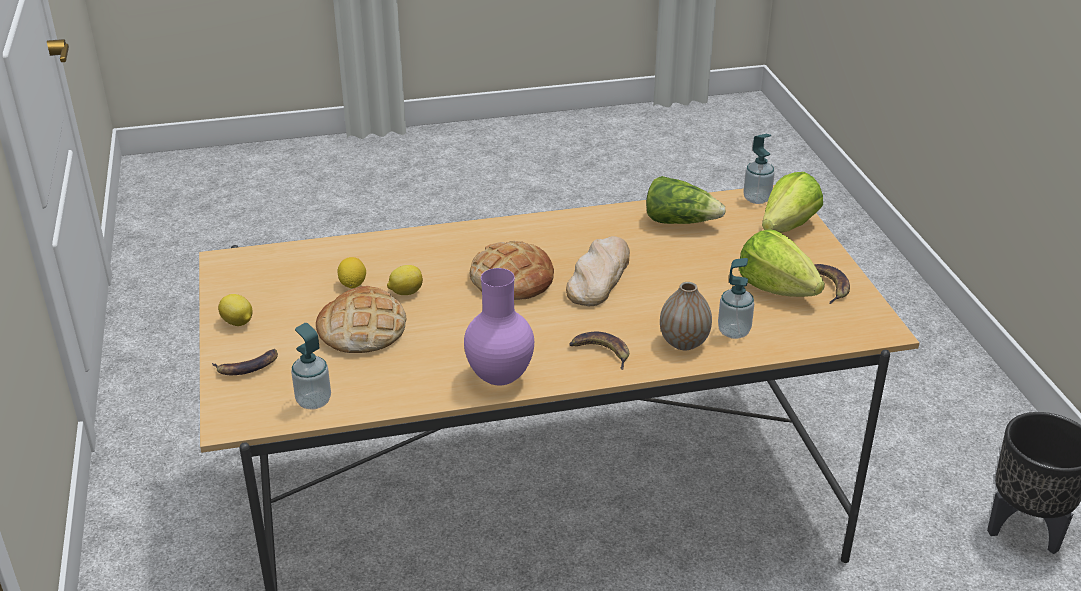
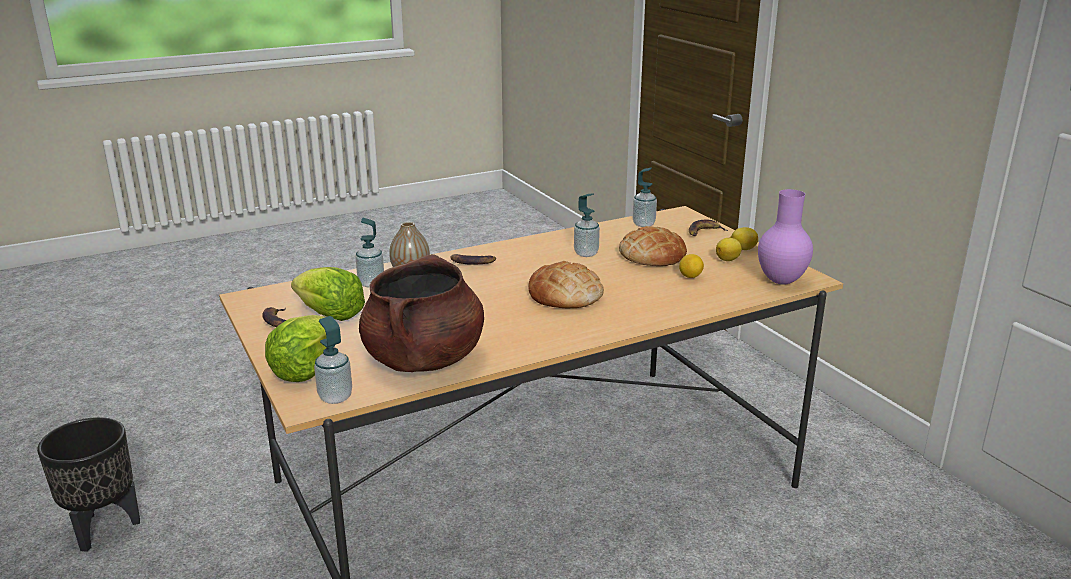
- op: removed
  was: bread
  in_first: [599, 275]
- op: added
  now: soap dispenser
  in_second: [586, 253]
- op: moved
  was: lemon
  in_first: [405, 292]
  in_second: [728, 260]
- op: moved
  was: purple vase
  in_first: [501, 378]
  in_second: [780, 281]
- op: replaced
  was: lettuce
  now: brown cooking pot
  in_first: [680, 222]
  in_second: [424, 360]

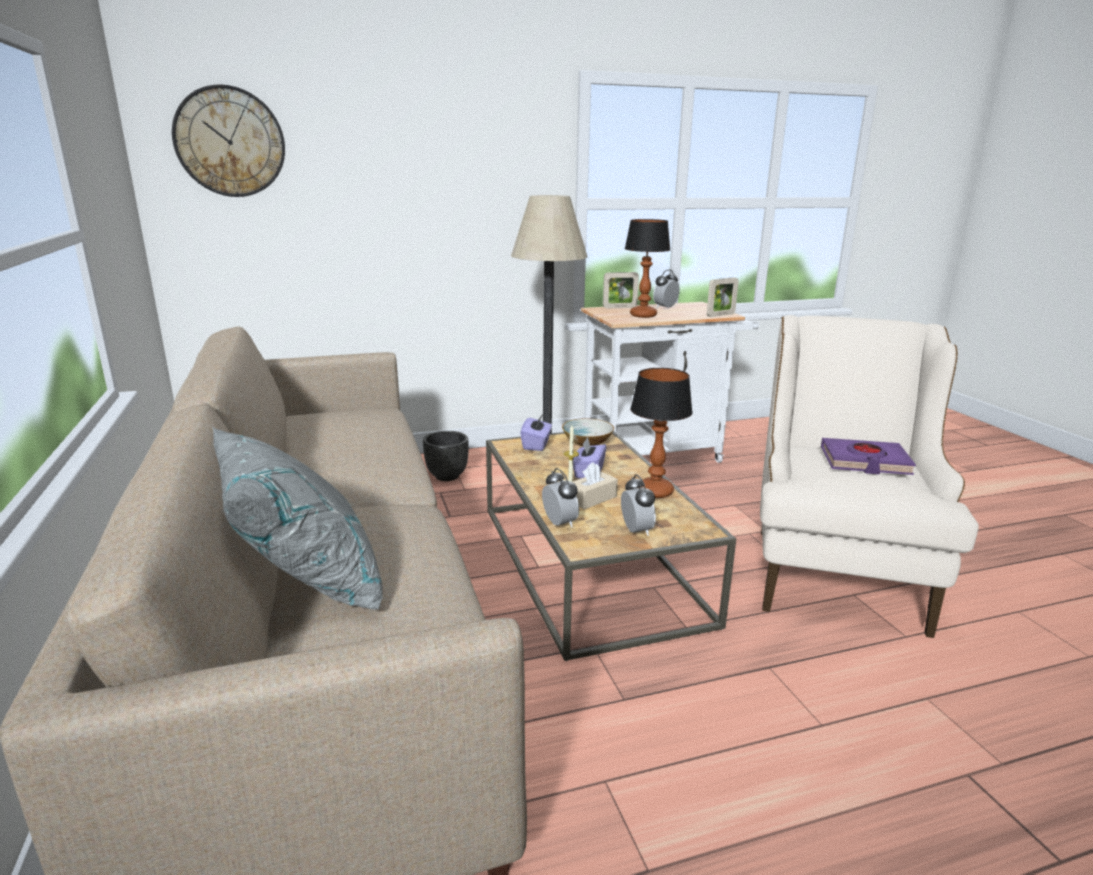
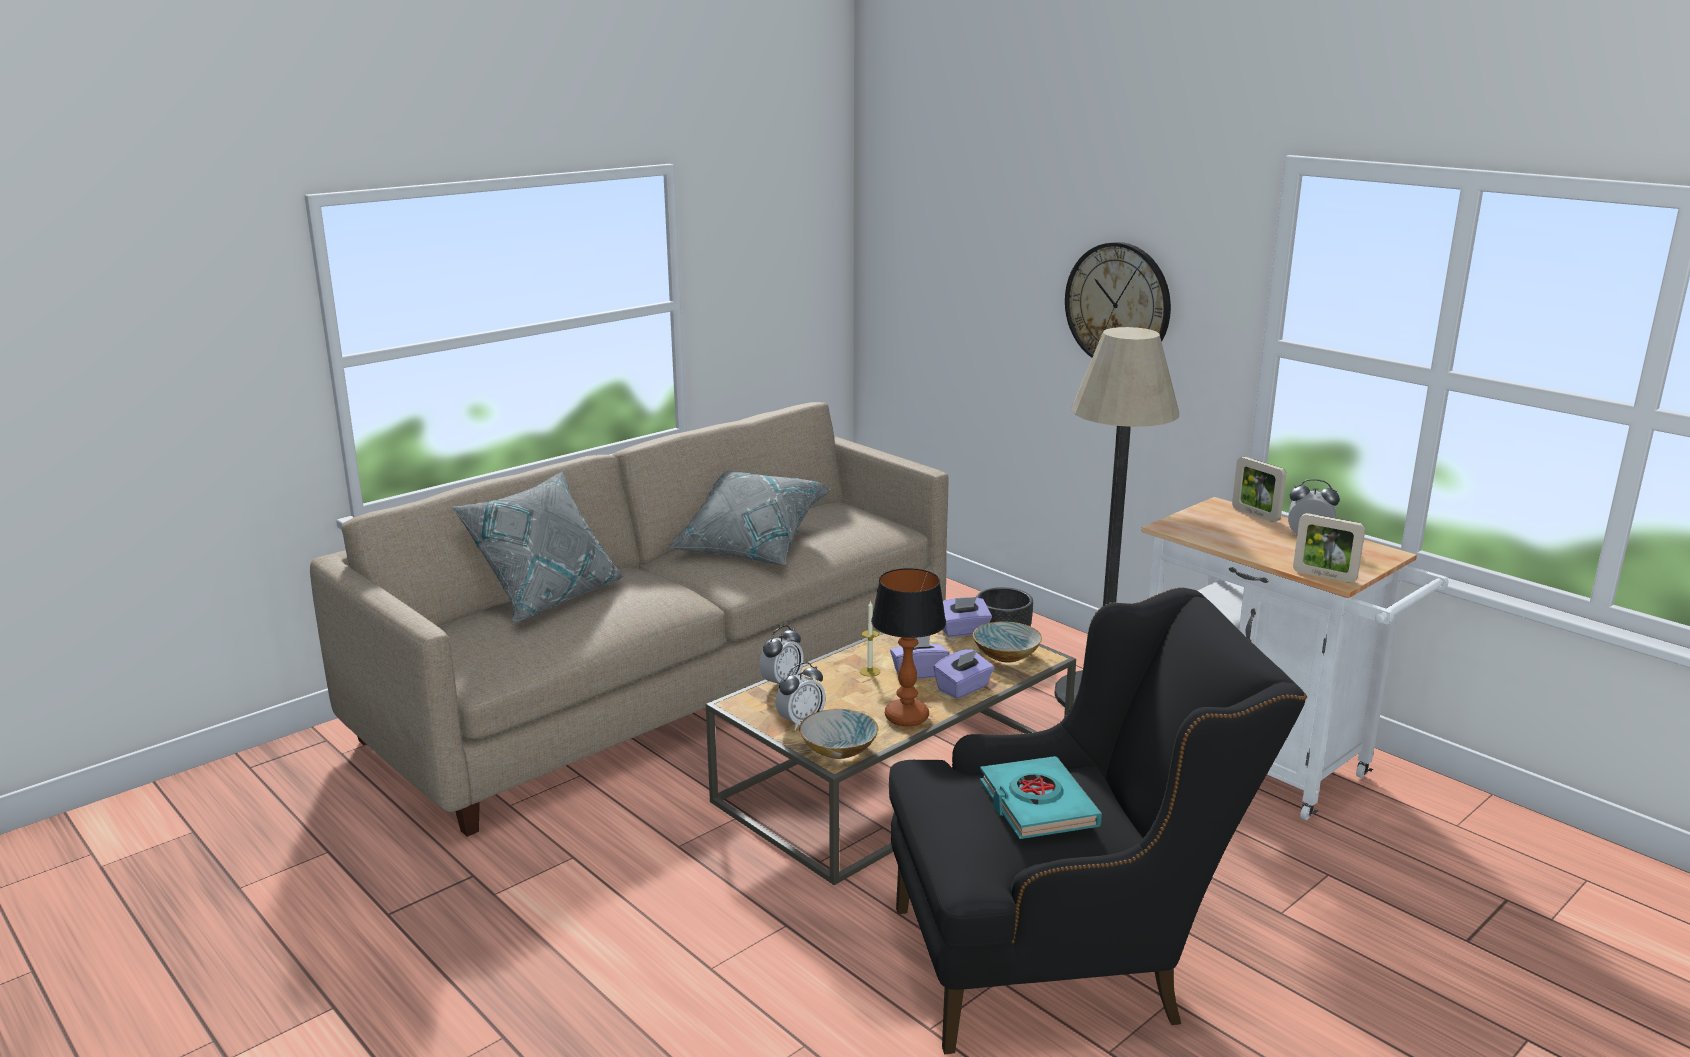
- op: removed
  was: beige tissue box
  in_first: [592, 499]
- op: removed
  was: table lamp
  in_first: [644, 315]
- op: added
  now: grey pillow
  in_second: [749, 545]
- op: added
  now: bowl
  in_second: [839, 750]
- op: added
  now: purple tissue box
  in_second: [963, 688]
- op: moved
  was: wall clock
  in_first: [230, 142]
  in_second: [1118, 304]
- op: recoloured
  was: beige armchair
  now: black armchair
  in_first: [834, 566]
  in_second: [1063, 959]
- op: recoloured
  was: purple book
  now: turquoise book
  in_first: [864, 462]
  in_second: [1037, 805]

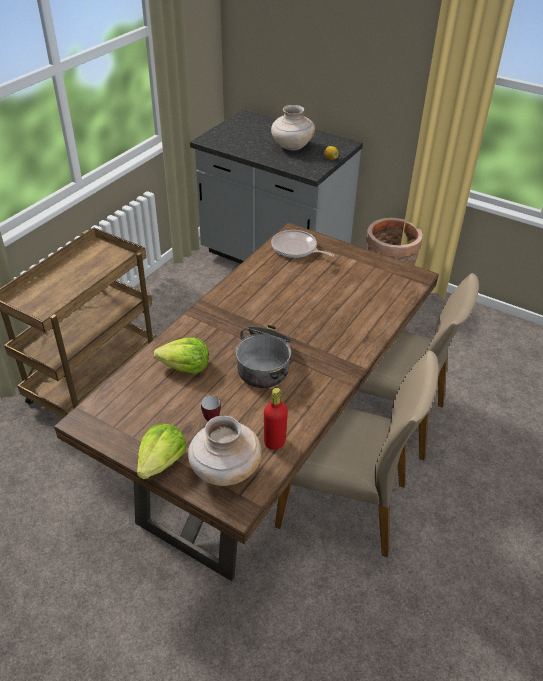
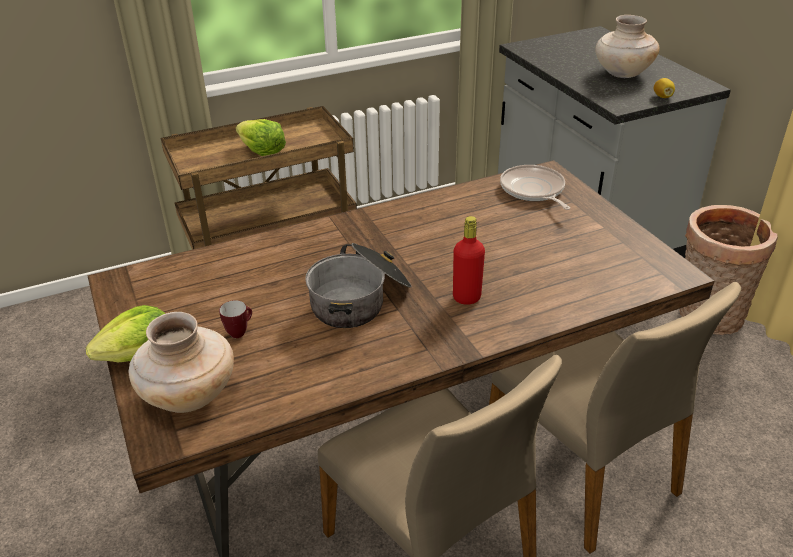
- op: moved
  was: lettuce
  in_first: [185, 367]
  in_second: [262, 151]
- op: moved
  was: red bottle
  in_first: [274, 442]
  in_second: [466, 297]

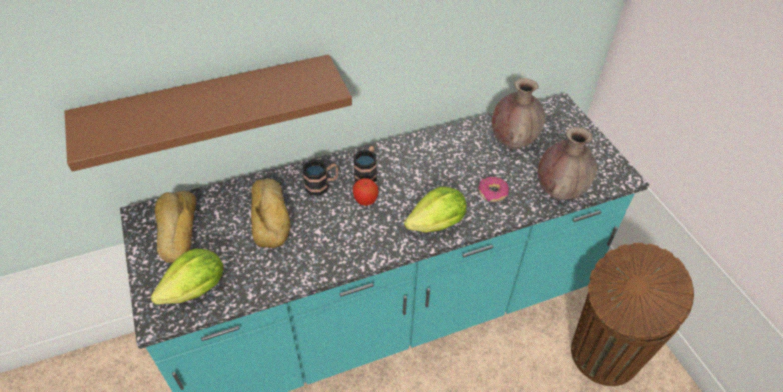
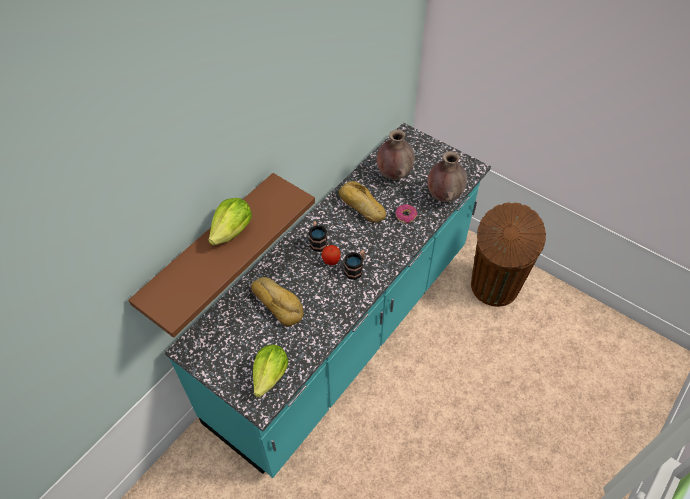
- op: moved
  was: bread
  in_first: [176, 230]
  in_second: [361, 206]
- op: moved
  was: mug
  in_first: [322, 185]
  in_second: [355, 269]
- op: moved
  was: lettuce
  in_first: [437, 224]
  in_second: [233, 231]

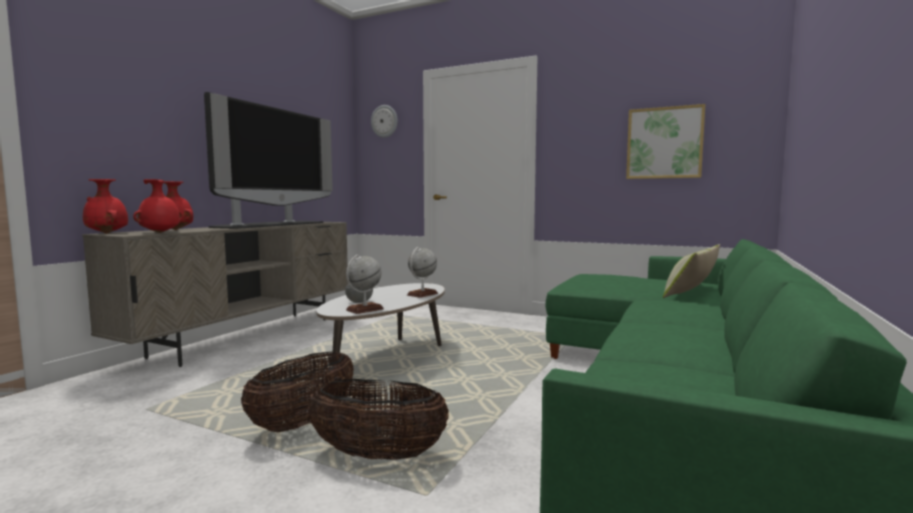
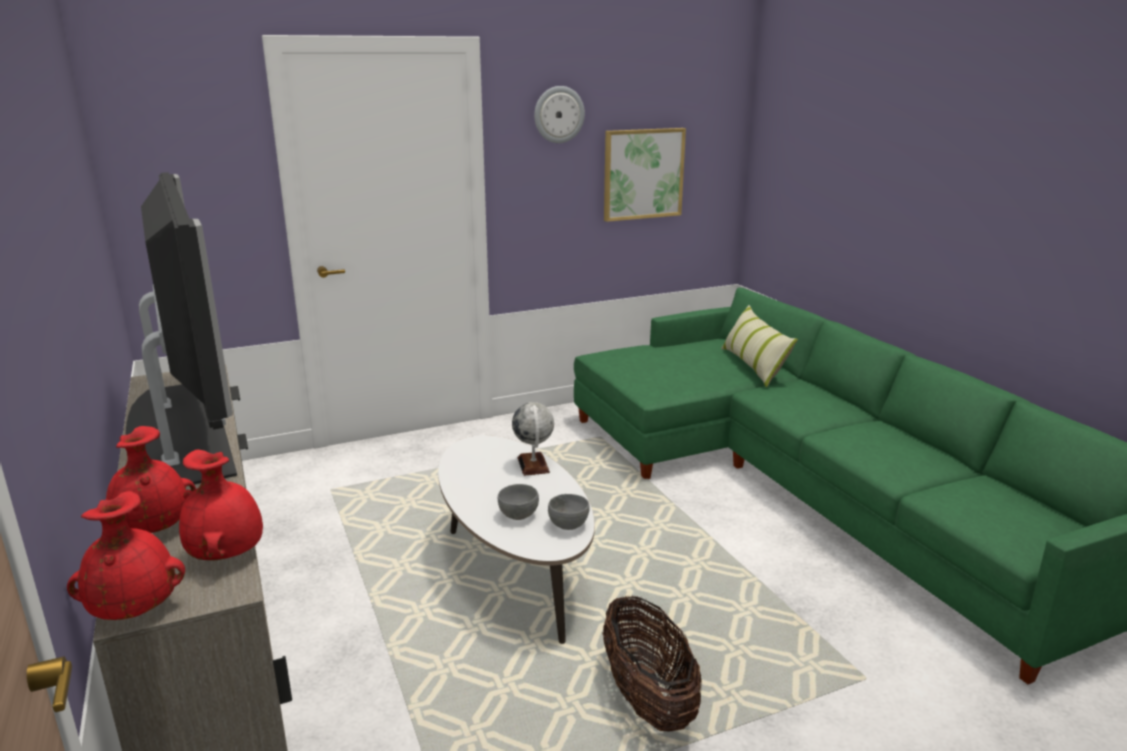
- op: removed
  was: basket
  in_first: [378, 455]
- op: moved
  was: wall clock
  in_first: [384, 121]
  in_second: [558, 114]
- op: replaced
  was: globe
  now: grey bowl
  in_first: [364, 309]
  in_second: [568, 526]

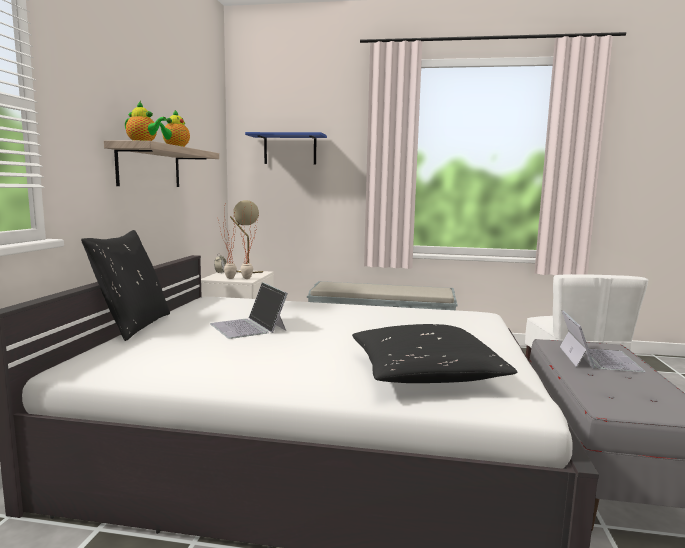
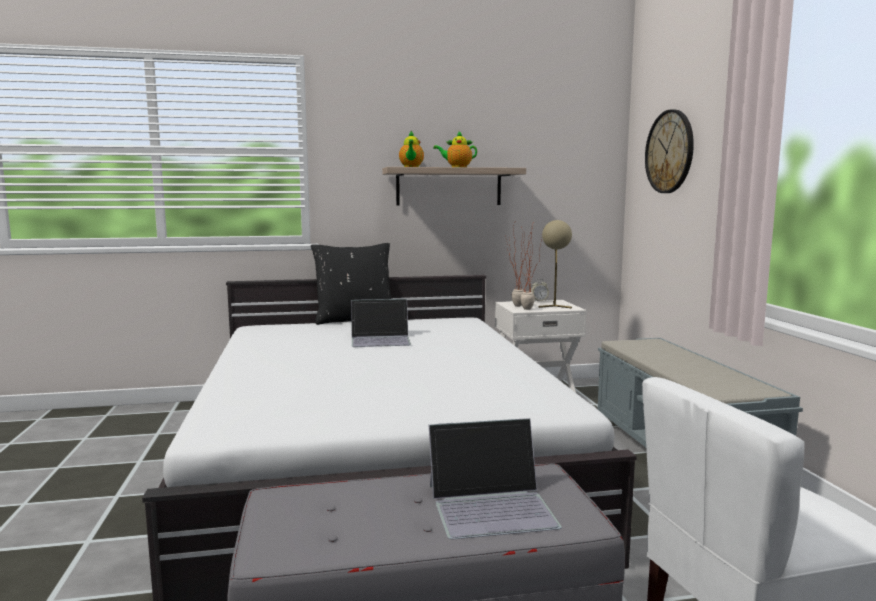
- op: removed
  was: black pillow
  in_first: [424, 373]
- op: replaced
  was: blue shelf
  now: wall clock
  in_first: [290, 149]
  in_second: [669, 152]
- op: turned
  was: laptop
  in_first: [248, 327]
  in_second: [381, 339]
  clockwise: -135

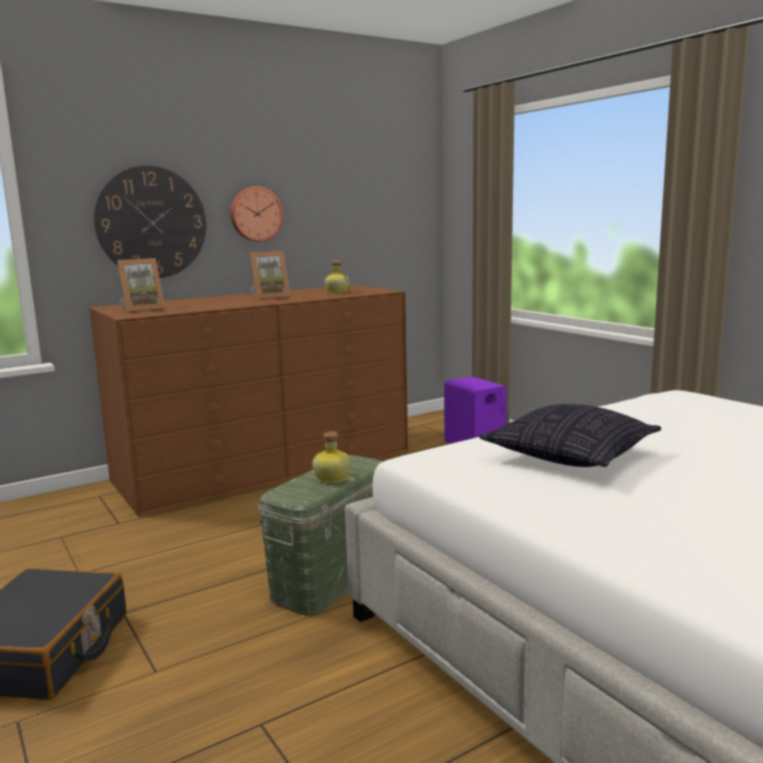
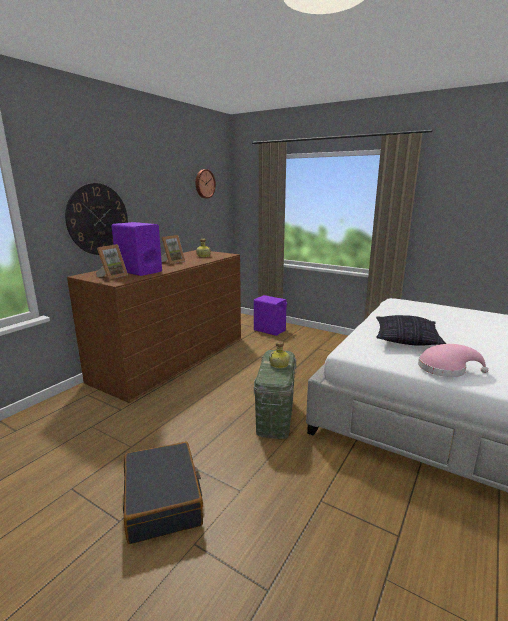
- op: added
  now: purple speaker
  in_second: [139, 271]
- op: added
  now: pink hat
  in_second: [445, 369]
- op: moved
  was: wall clock
  in_first: [255, 214]
  in_second: [204, 184]

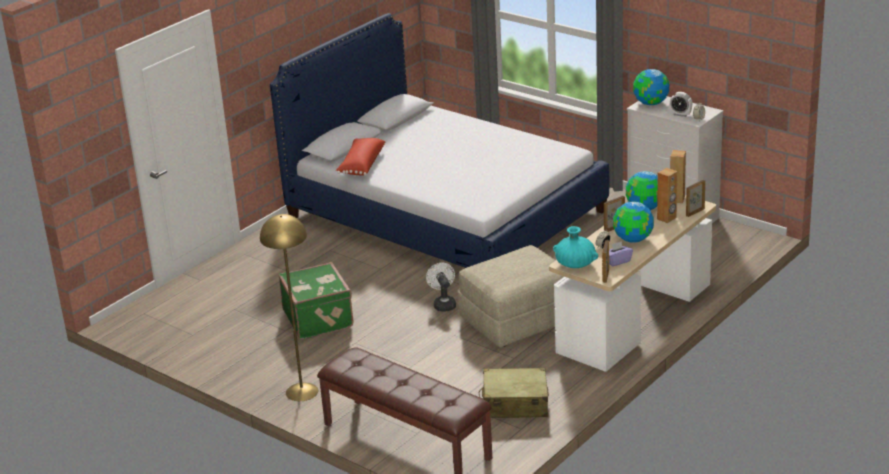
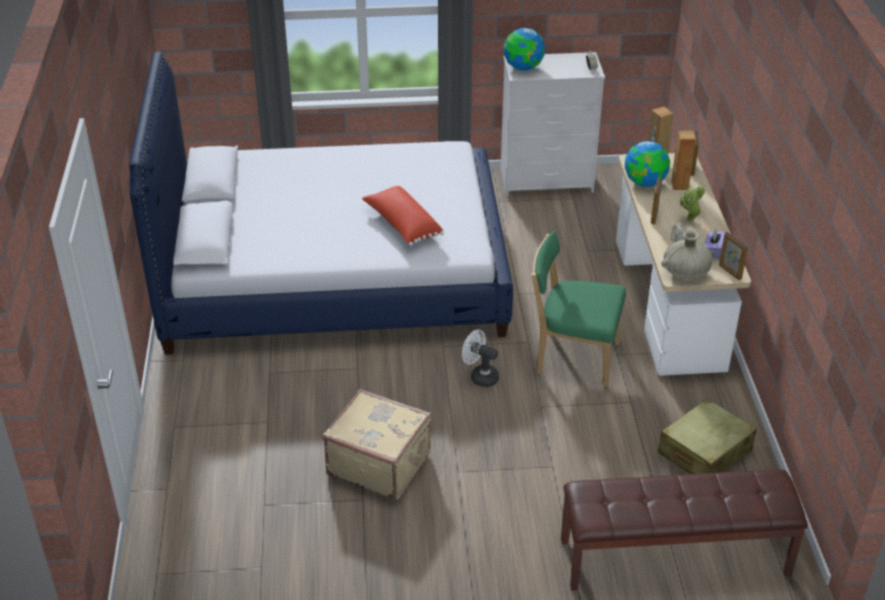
- op: removed
  was: yellow floor lamp
  in_first: [301, 391]
- op: removed
  was: alarm clock
  in_first: [680, 114]
- op: moved
  was: red pillow
  in_first: [361, 165]
  in_second: [402, 225]
- op: replaced
  was: beige ottoman
  now: green chair
  in_first: [517, 319]
  in_second: [573, 357]
- op: replaced
  was: globe
  now: potted plant
  in_first: [633, 239]
  in_second: [689, 221]
- op: recoloured
  was: green suitcase
  now: beige suitcase
  in_first: [319, 319]
  in_second: [379, 463]
- op: recoloured
  was: turquoise vase
  now: beige vase
  in_first: [575, 265]
  in_second: [686, 273]

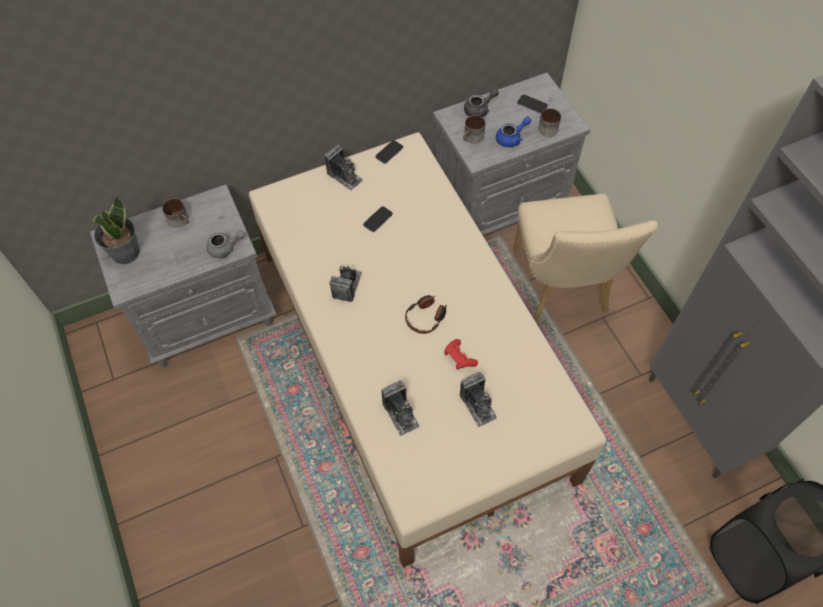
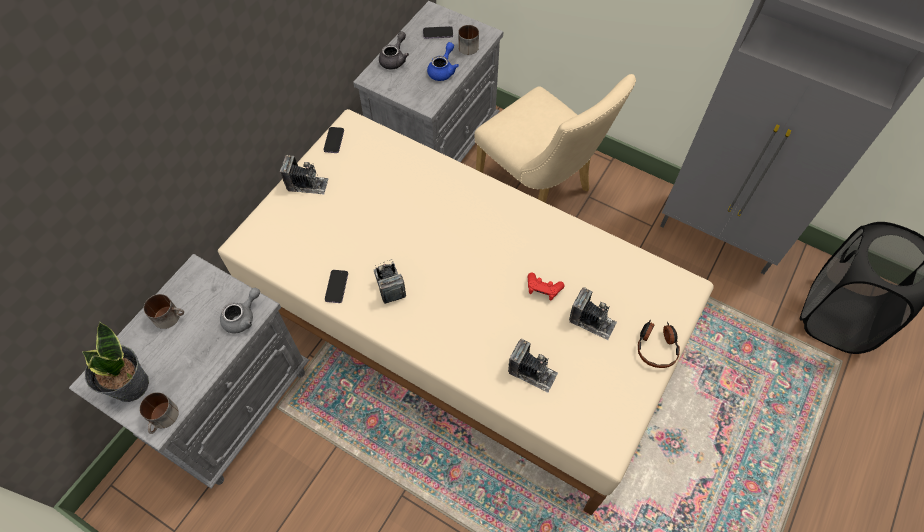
- op: moved
  was: phone
  in_first: [378, 220]
  in_second: [336, 287]
- op: moved
  was: headphones
  in_first: [426, 317]
  in_second: [656, 346]
- op: moved
  was: mug
  in_first: [472, 138]
  in_second: [164, 419]

